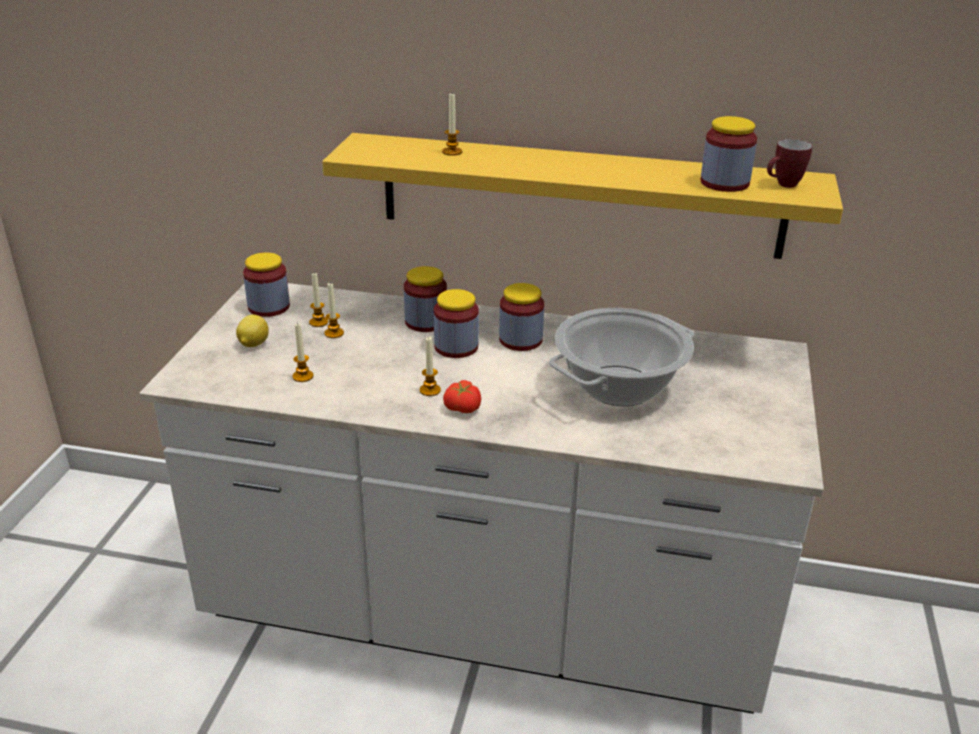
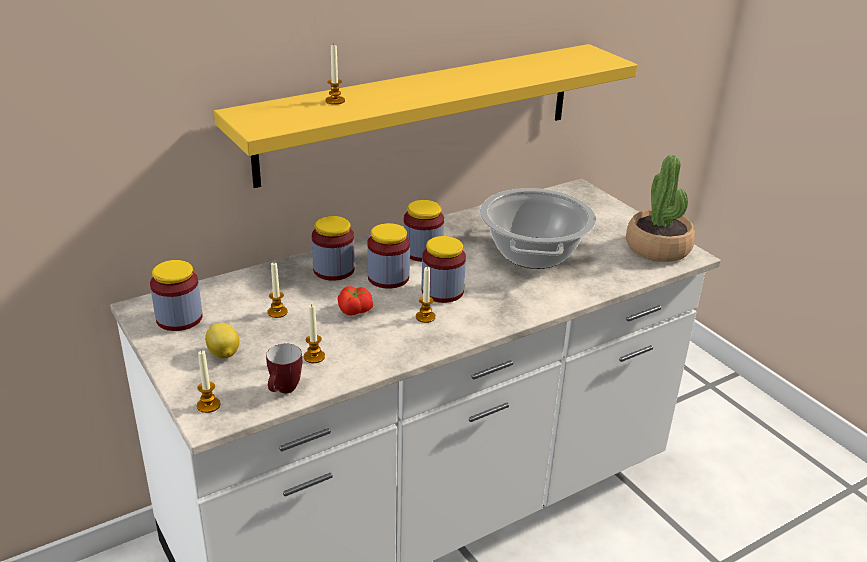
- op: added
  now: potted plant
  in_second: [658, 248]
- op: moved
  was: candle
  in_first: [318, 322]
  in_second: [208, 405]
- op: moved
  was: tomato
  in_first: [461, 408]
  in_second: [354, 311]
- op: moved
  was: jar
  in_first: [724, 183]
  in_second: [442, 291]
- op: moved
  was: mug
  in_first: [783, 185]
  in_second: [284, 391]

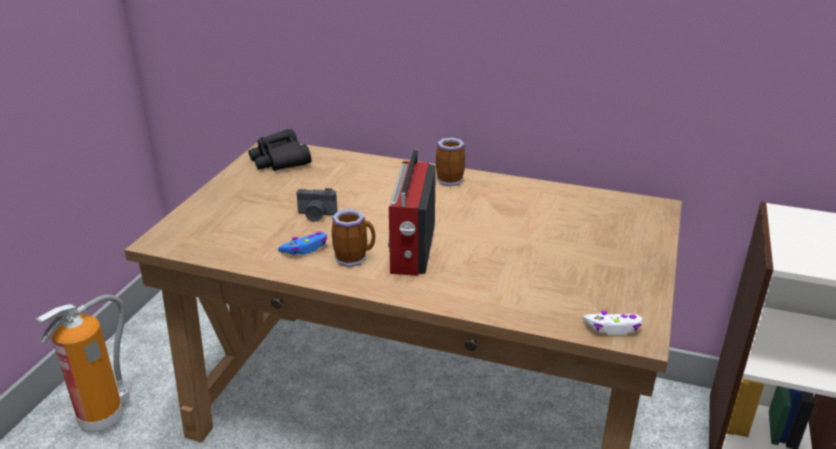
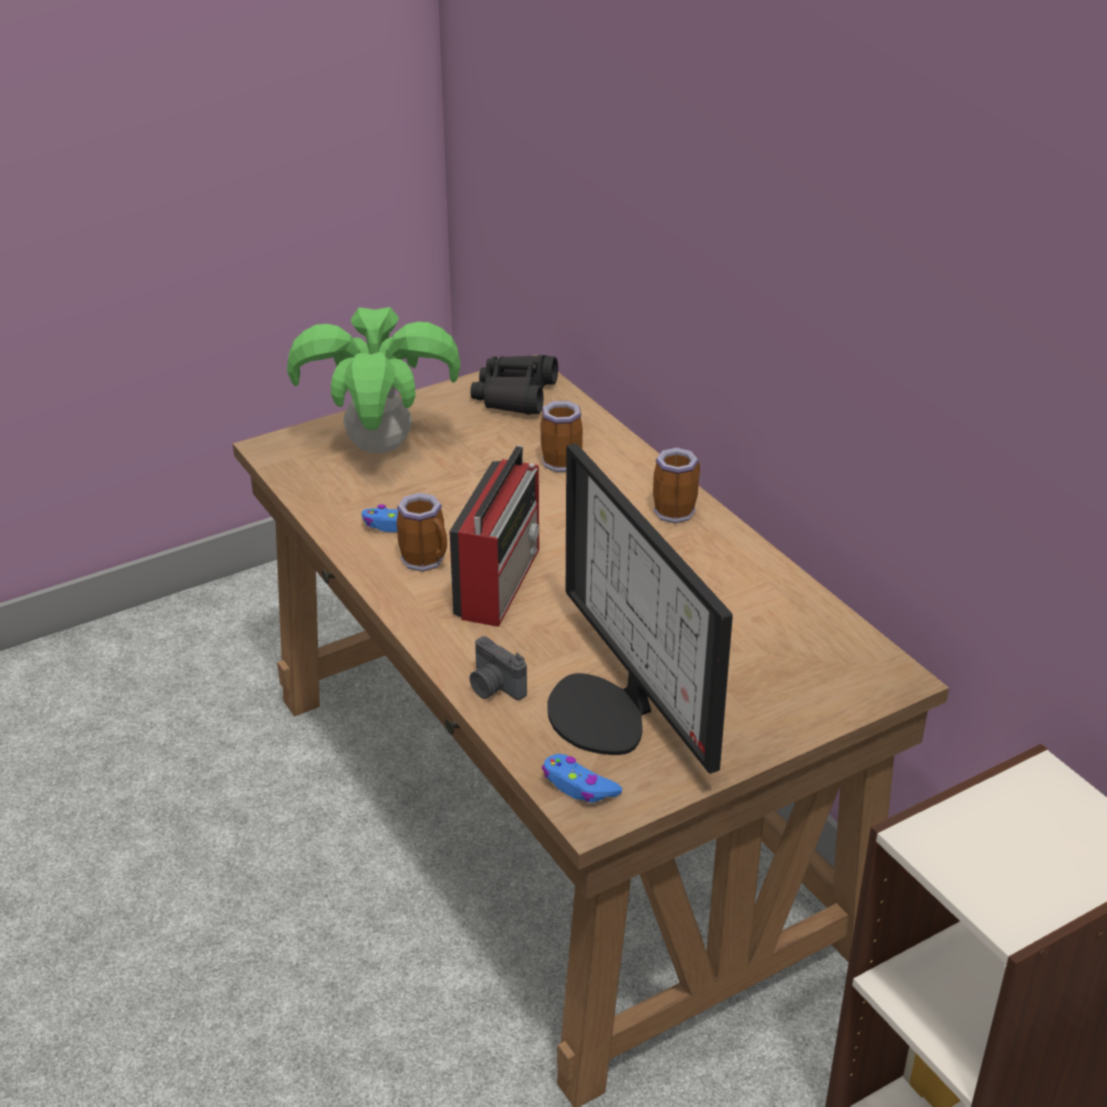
- op: removed
  was: fire extinguisher
  in_first: [104, 417]
- op: added
  now: potted plant
  in_second: [379, 447]
- op: added
  now: mug
  in_second: [557, 461]
- op: added
  now: monitor
  in_second: [609, 712]
- op: moved
  was: photo camera
  in_first: [316, 215]
  in_second: [494, 687]
- op: recoloured
  was: white game controller
  now: blue game controller
  in_first: [613, 328]
  in_second: [579, 786]
- op: turned
  was: radio
  in_first: [411, 249]
  in_second: [500, 581]
  clockwise: 150

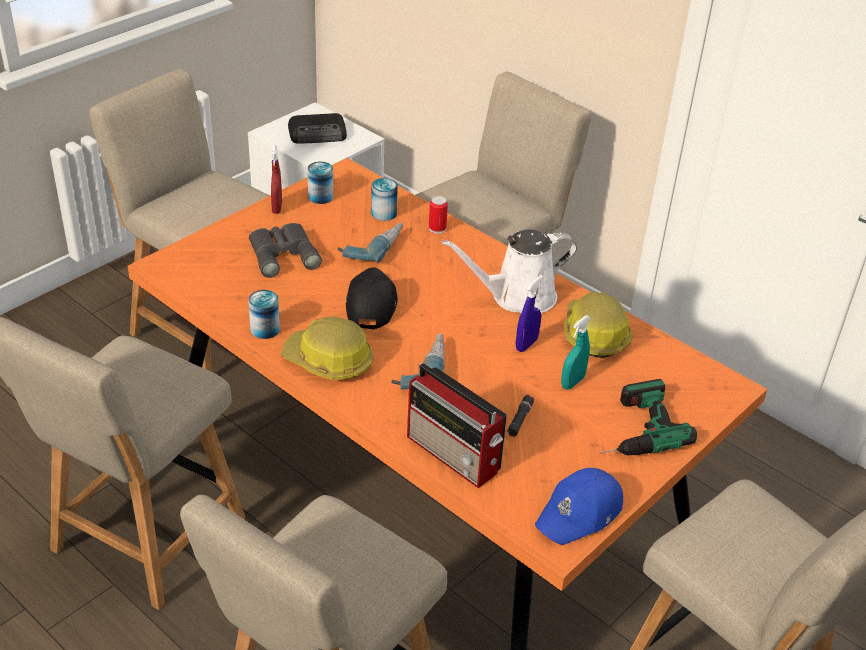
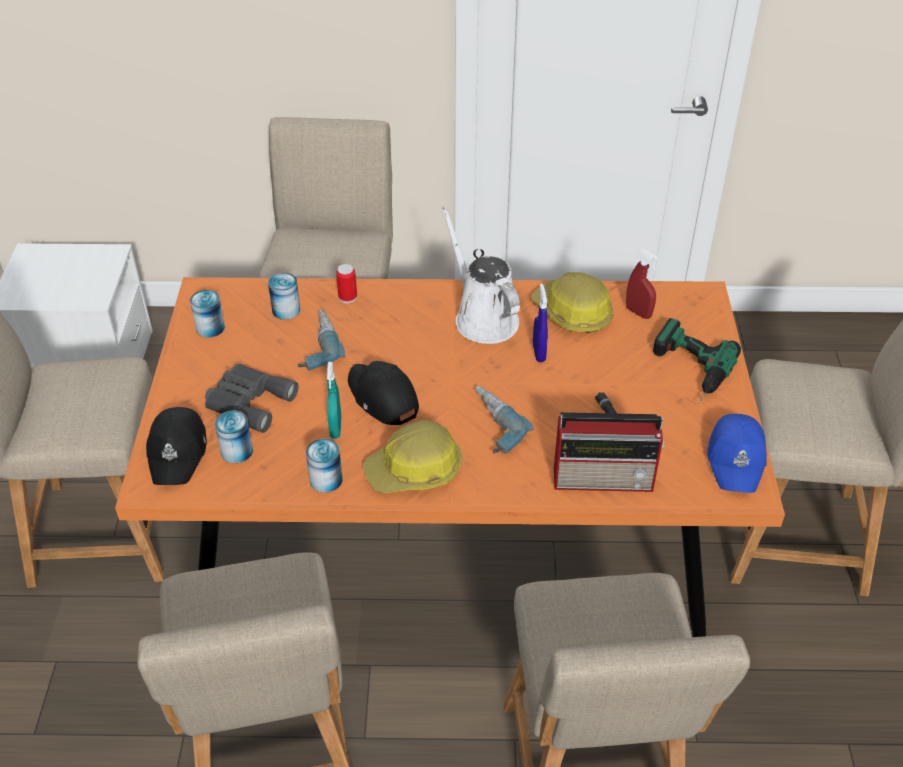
- op: removed
  was: radio
  in_first: [318, 134]
- op: added
  now: black cap
  in_second: [178, 452]
- op: added
  now: can
  in_second: [237, 451]
- op: moved
  was: red spray bottle
  in_first: [277, 208]
  in_second: [638, 312]
- op: moved
  was: turquoise spray bottle
  in_first: [572, 382]
  in_second: [335, 428]
- op: turned
  was: white watering can
  in_first: [517, 297]
  in_second: [483, 318]
  clockwise: 120

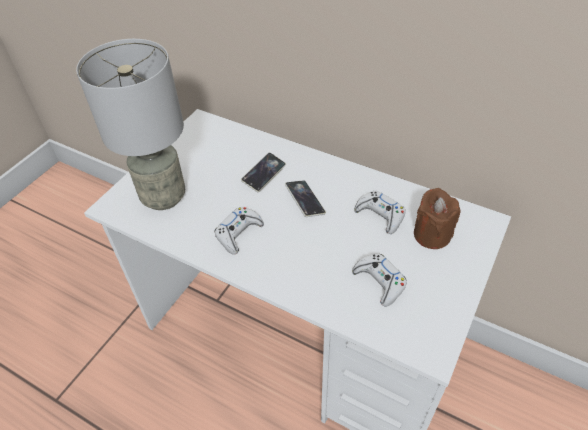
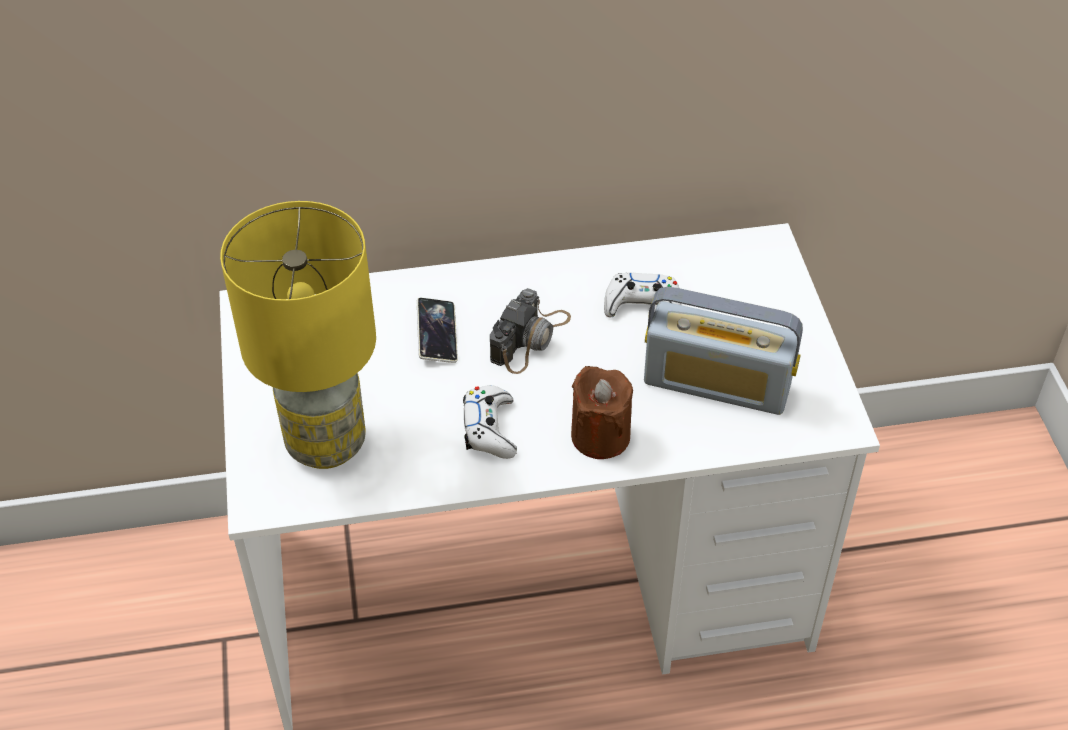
- op: moved
  was: brown candle
  in_first: [432, 235]
  in_second: [600, 436]
- op: replaced
  was: phone
  now: photo camera
  in_first: [305, 200]
  in_second: [530, 338]
- op: replaced
  was: white game controller
  now: radio
  in_first: [379, 282]
  in_second: [717, 384]
- op: recoloured
  was: grey table lamp
  now: yellow table lamp
  in_first: [163, 197]
  in_second: [327, 444]

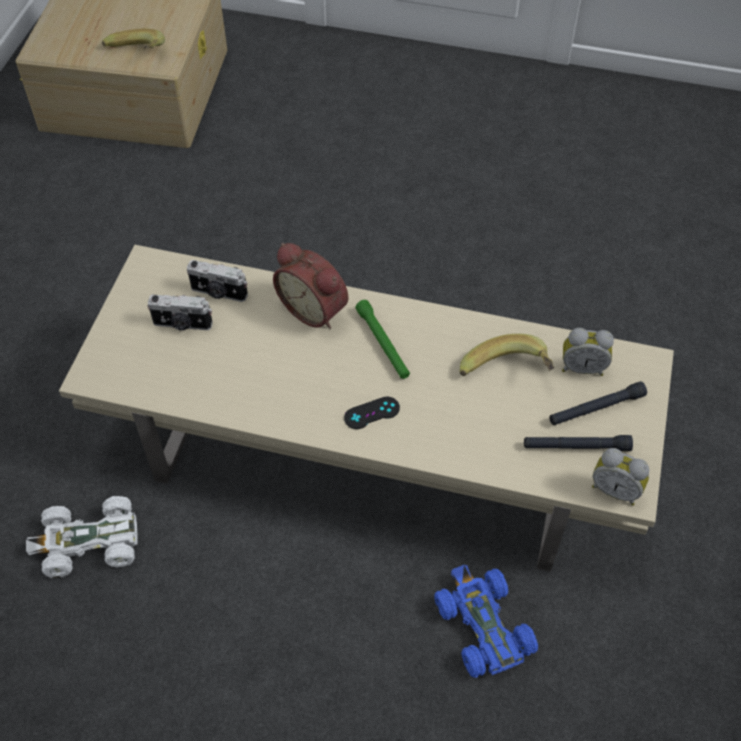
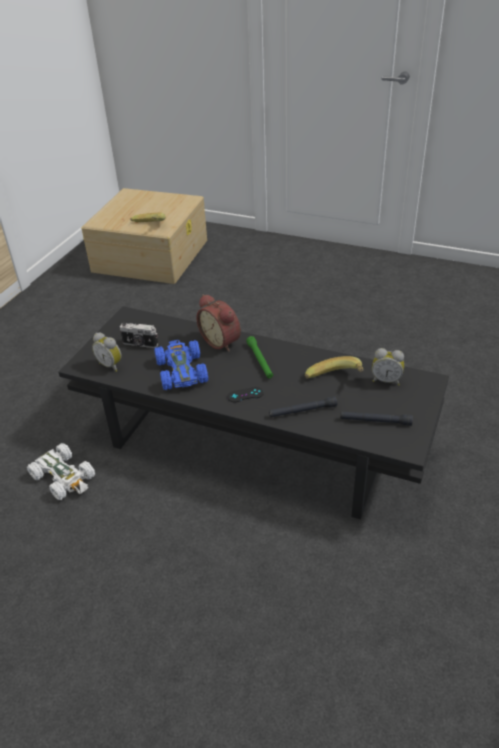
- op: removed
  was: photo camera
  in_first: [218, 293]
- op: moved
  was: blue toy car
  in_first: [482, 625]
  in_second: [181, 371]
- op: moved
  was: black flashlight
  in_first: [596, 408]
  in_second: [302, 411]
- op: moved
  was: alarm clock
  in_first: [615, 489]
  in_second: [111, 365]
- op: recoloured
  was: beige coffee table
  now: black coffee table
  in_first: [372, 446]
  in_second: [253, 439]
- op: turned
  was: white toy car
  in_first: [88, 543]
  in_second: [64, 477]
  clockwise: -135

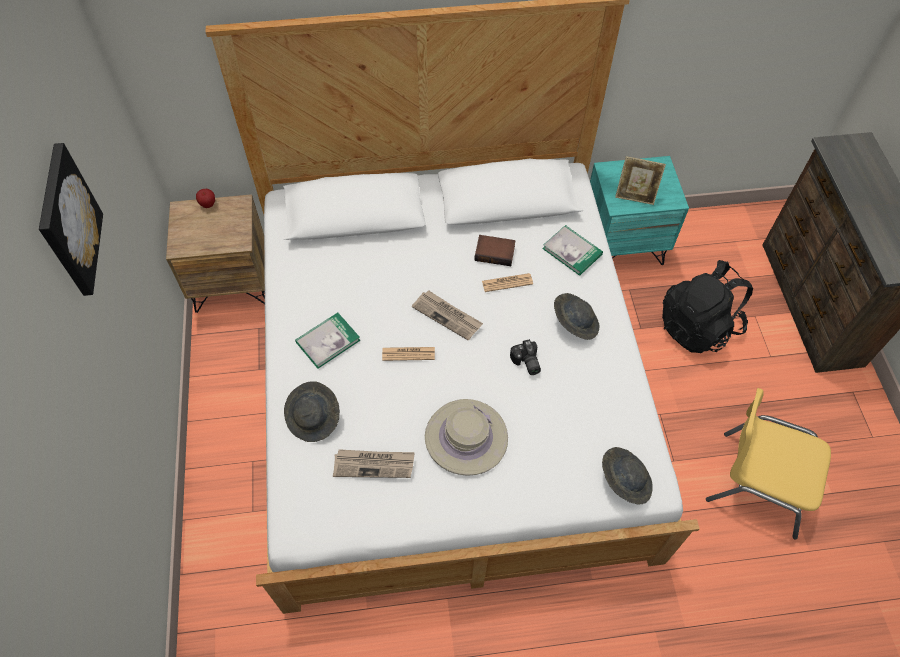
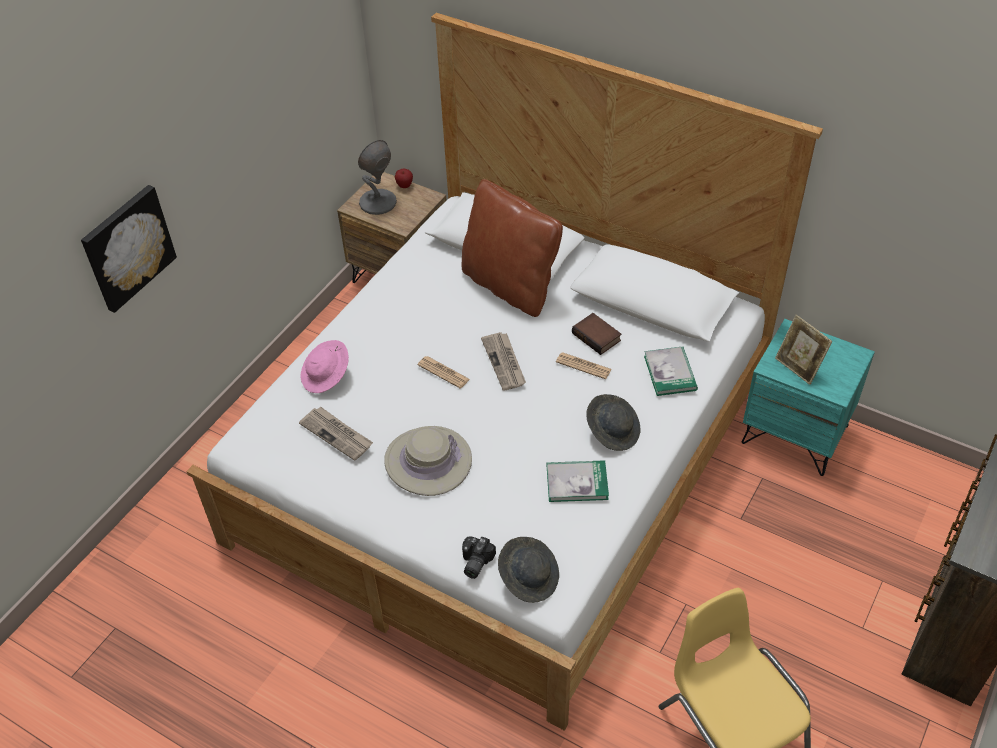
- op: removed
  was: black backpack
  in_first: [698, 326]
- op: added
  now: grey table lamp
  in_second: [377, 202]
- op: added
  now: brown pillow
  in_second: [510, 286]
- op: moved
  was: picture
  in_first: [67, 221]
  in_second: [127, 247]
- op: moved
  was: book
  in_first: [328, 341]
  in_second: [577, 482]
- op: moved
  was: photo camera
  in_first: [526, 363]
  in_second: [474, 562]
- op: recoloured
  was: grey hat
  now: pink hat
  in_first: [314, 418]
  in_second: [326, 376]

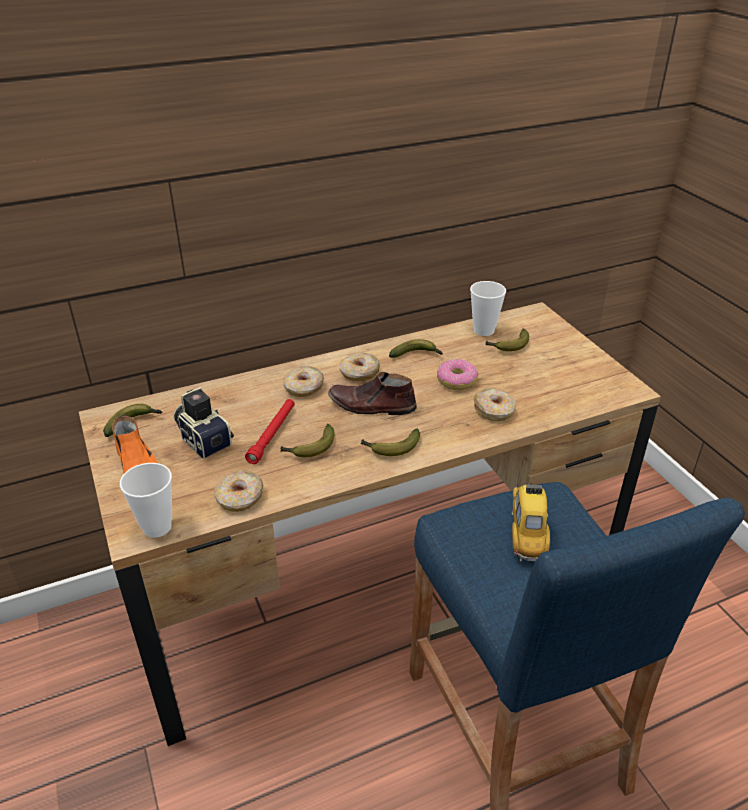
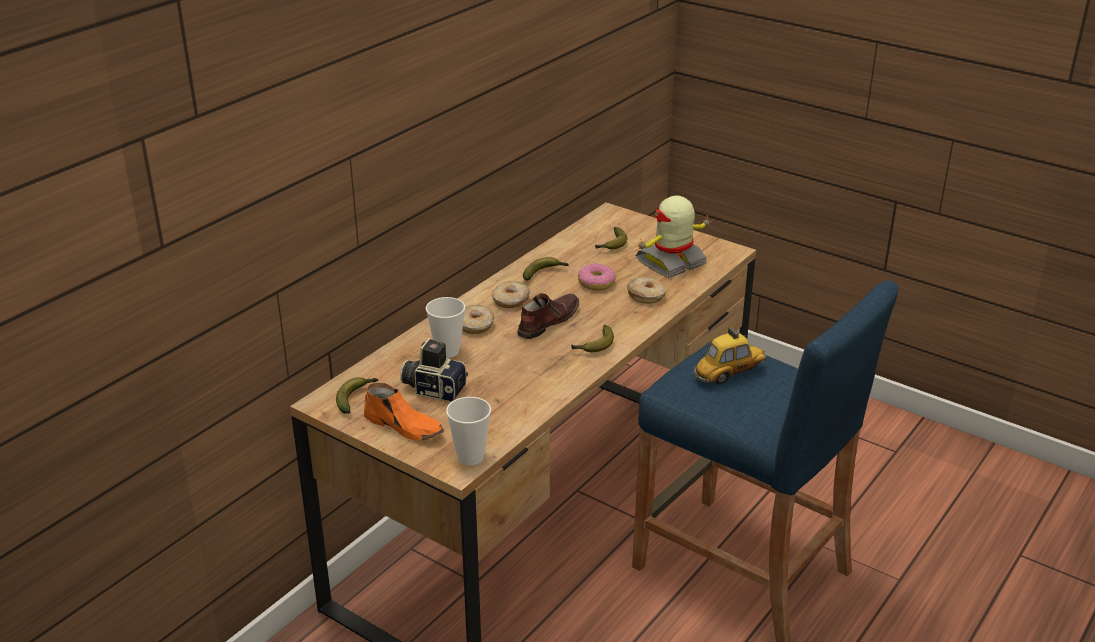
- op: removed
  was: donut
  in_first: [240, 498]
- op: removed
  was: red flashlight
  in_first: [272, 434]
- op: removed
  was: banana
  in_first: [310, 448]
- op: added
  now: toy robot
  in_second: [672, 263]
- op: moved
  was: cup
  in_first: [484, 330]
  in_second: [447, 351]
- op: turned
  was: brown shoe
  in_first: [372, 406]
  in_second: [547, 322]
  clockwise: 150
- op: turned
  was: toy car
  in_first: [526, 531]
  in_second: [729, 374]
  clockwise: 90

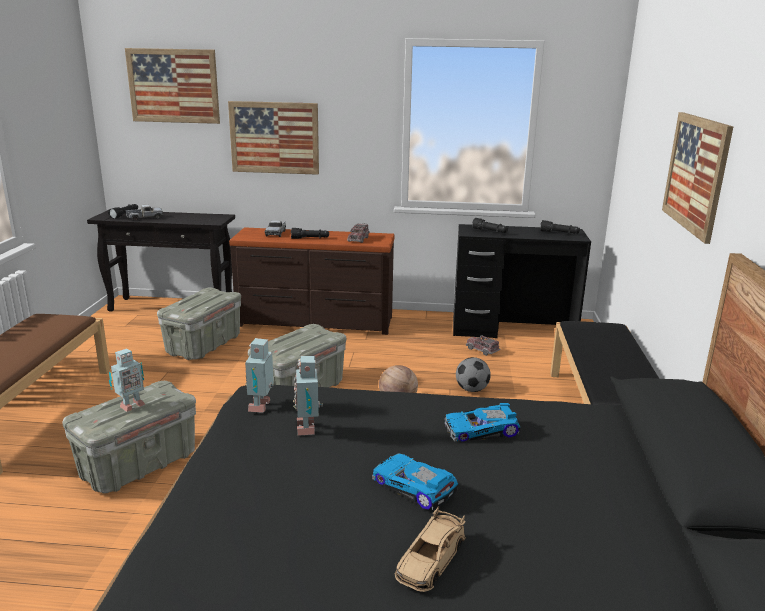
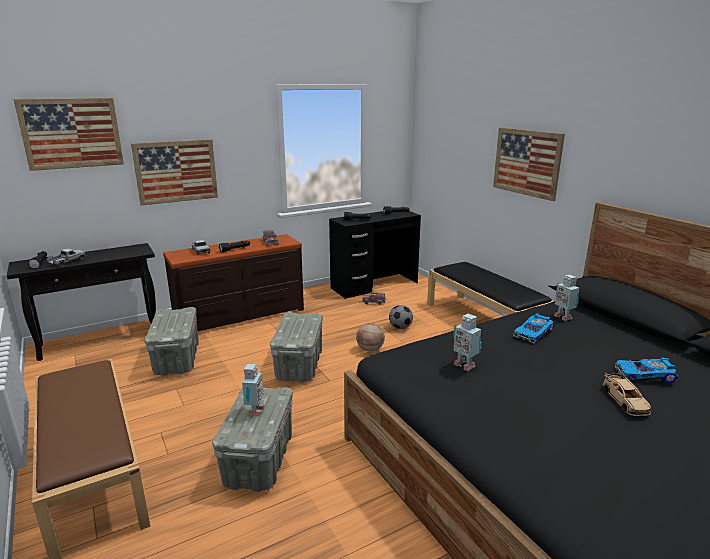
- op: moved
  was: toy robot
  in_first: [262, 406]
  in_second: [563, 317]
- op: moved
  was: toy car
  in_first: [413, 487]
  in_second: [645, 375]

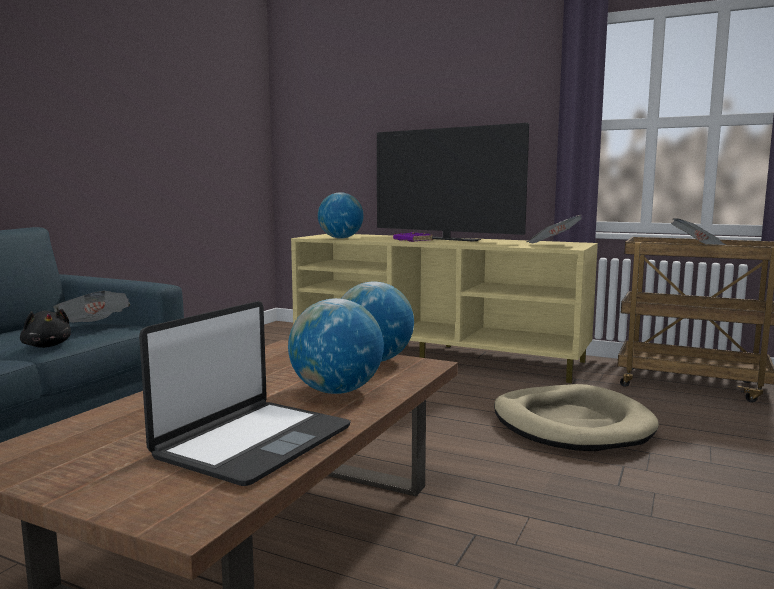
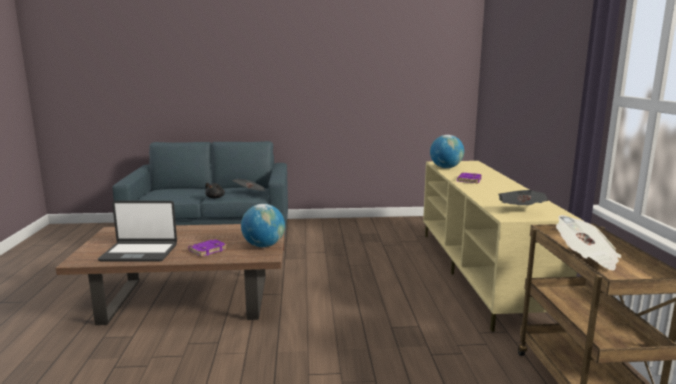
- op: removed
  was: television
  in_first: [446, 239]
- op: removed
  was: beige dog bed
  in_first: [571, 424]
- op: replaced
  was: globe
  now: purple book
  in_first: [336, 391]
  in_second: [208, 250]

